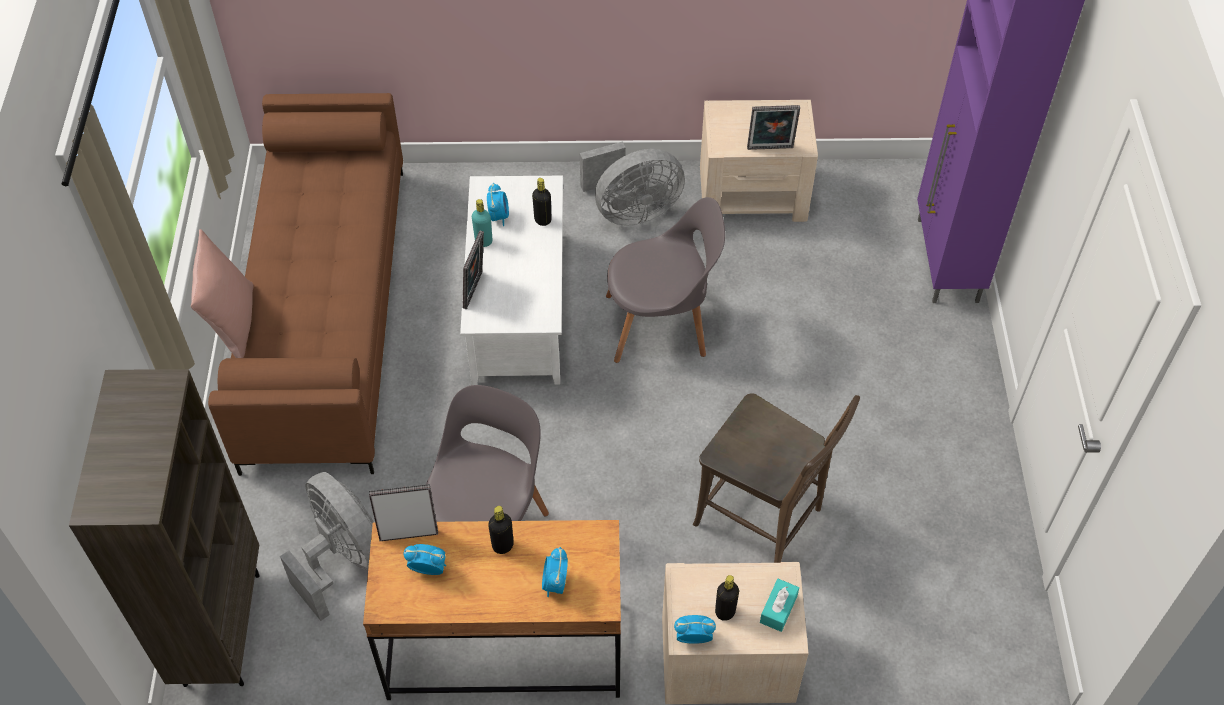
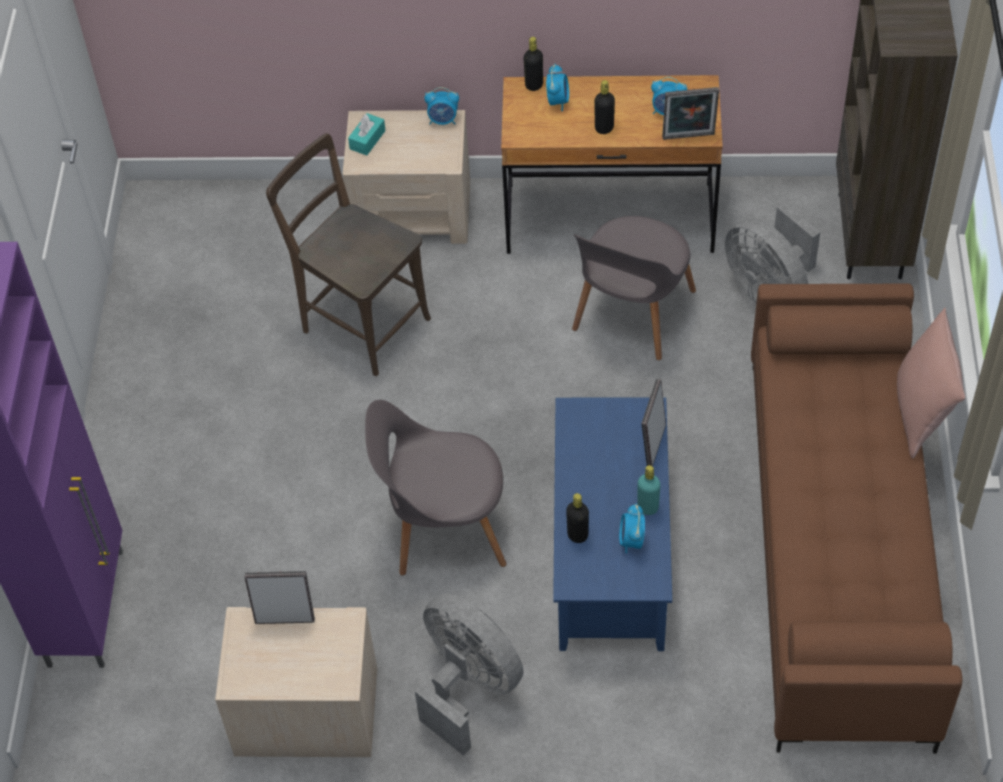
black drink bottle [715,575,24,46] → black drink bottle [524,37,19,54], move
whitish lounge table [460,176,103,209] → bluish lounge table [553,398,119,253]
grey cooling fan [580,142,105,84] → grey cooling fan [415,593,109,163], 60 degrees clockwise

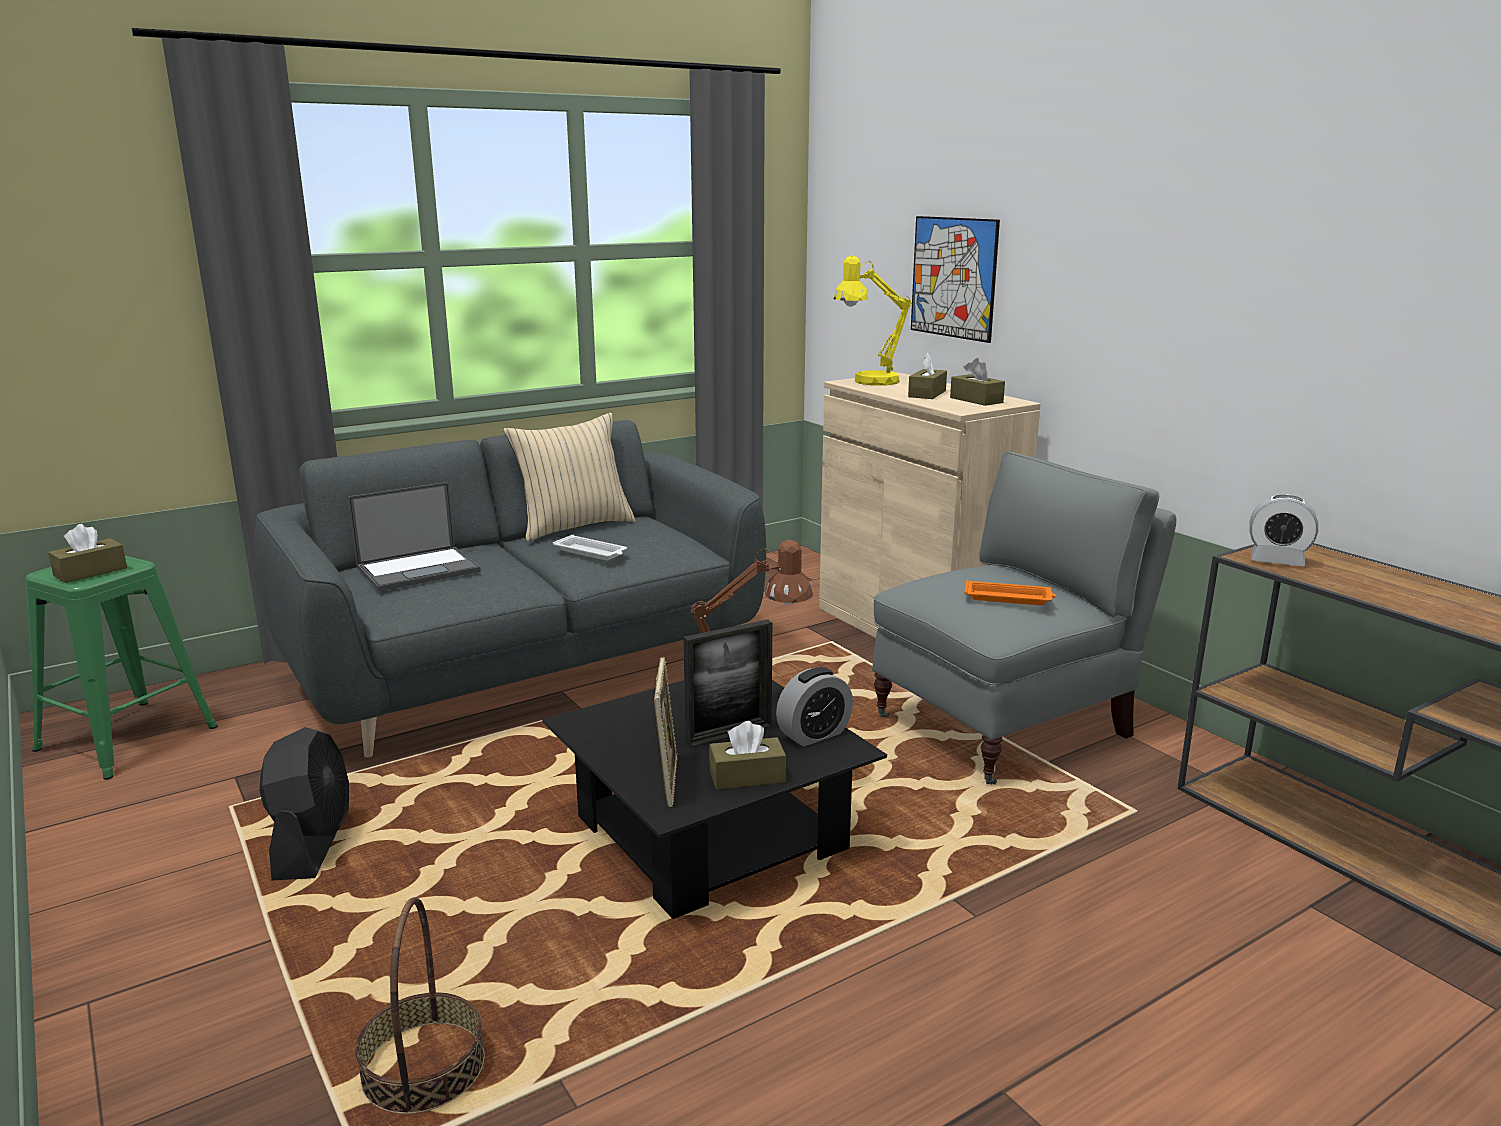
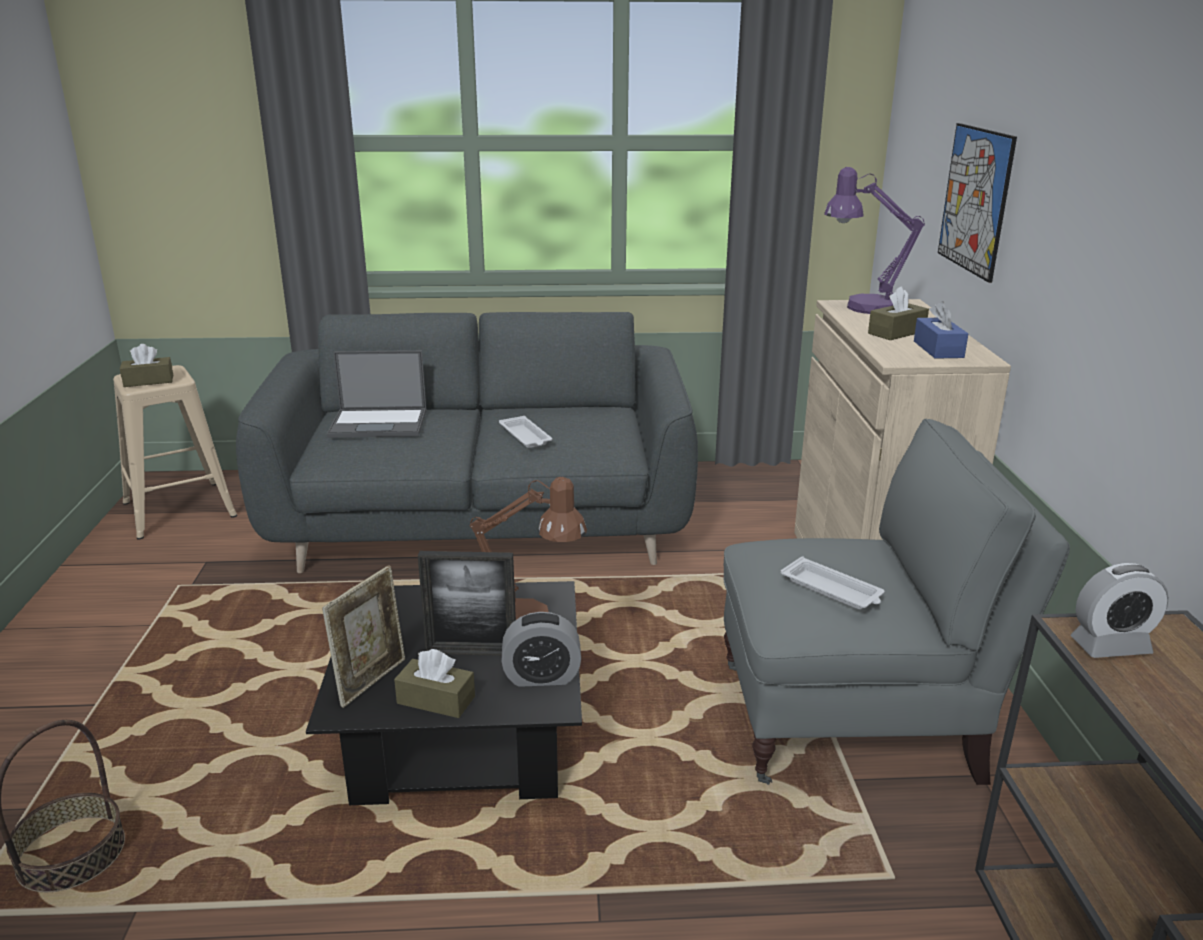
black cooling fan [259,727,90,153] → -
beige-coloured throw pillow [503,413,133,129] → -
green stool seat [25,556,193,224] → beige-coloured stool seat [113,365,124,174]
yellowish tabletop lamp [833,256,79,129] → purple-coloured tabletop lamp [824,167,101,147]
brownish box of tissues [950,358,55,48] → bluish box of tissues [914,301,54,58]
orangey carrying tray [964,580,92,25] → whitish carrying tray [781,556,104,53]
alarm clock [1249,495,69,72] → alarm clock [1070,563,99,95], 60 degrees counterclockwise

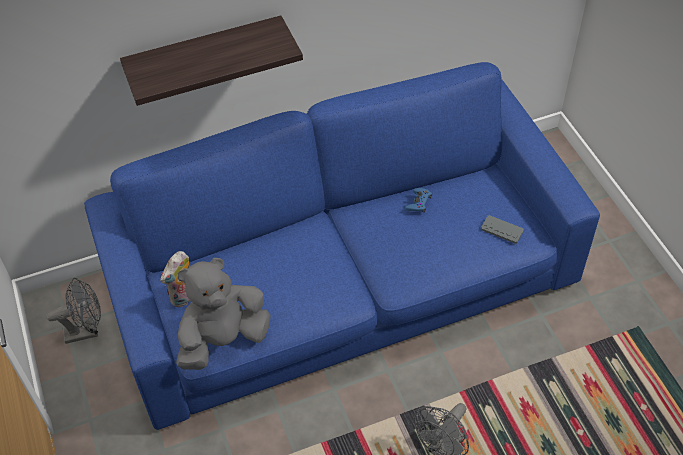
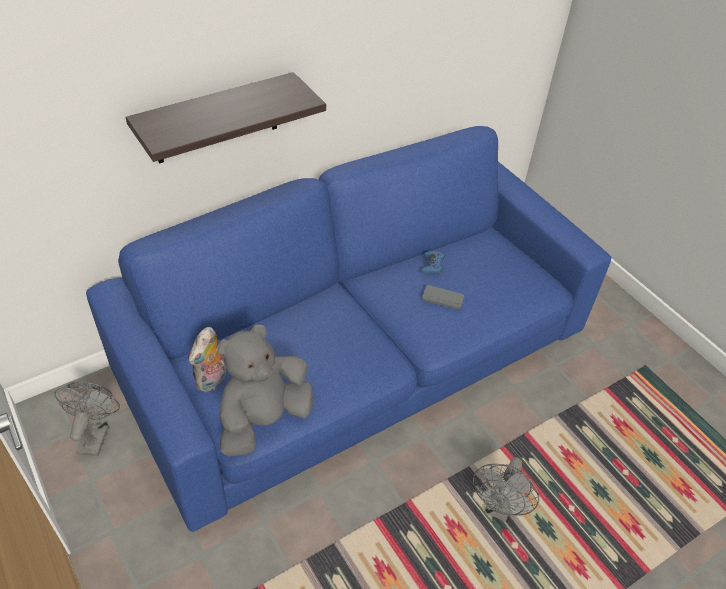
grey game controller [481,215,43,29] → grey game controller [422,285,42,25], move
grey cooling fan [46,278,55,66] → grey cooling fan [54,381,66,75], 60 degrees counterclockwise

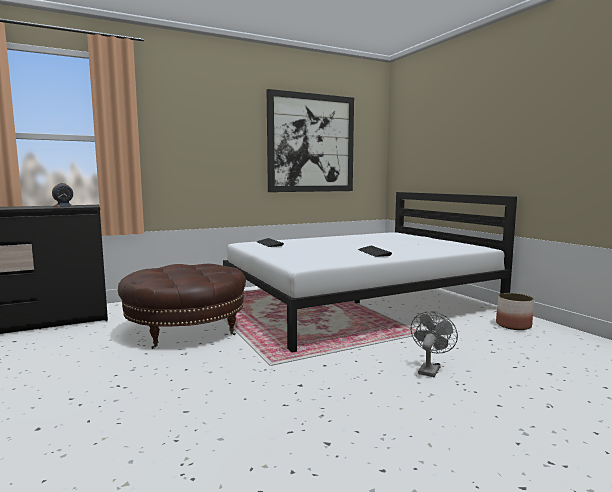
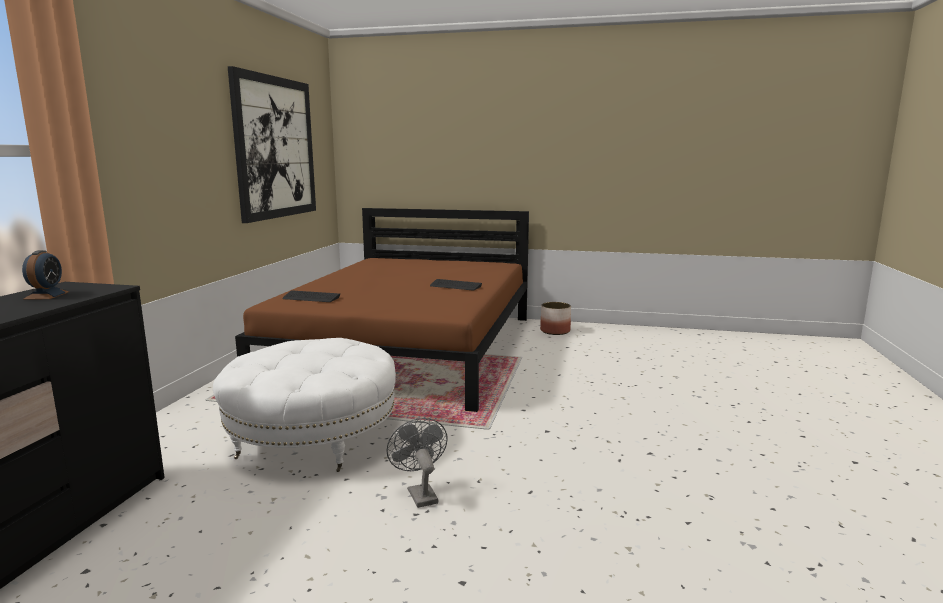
grey cooling fan [411,311,47,66] → grey cooling fan [386,418,62,90], move
brownish ottoman [118,264,128,85] → whitish ottoman [213,338,183,134]
whitish bedroom bed [223,192,294,161] → brownish bedroom bed [235,208,294,204]

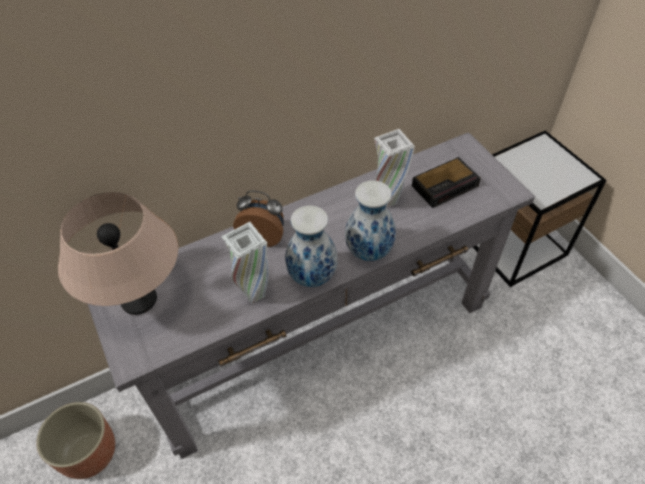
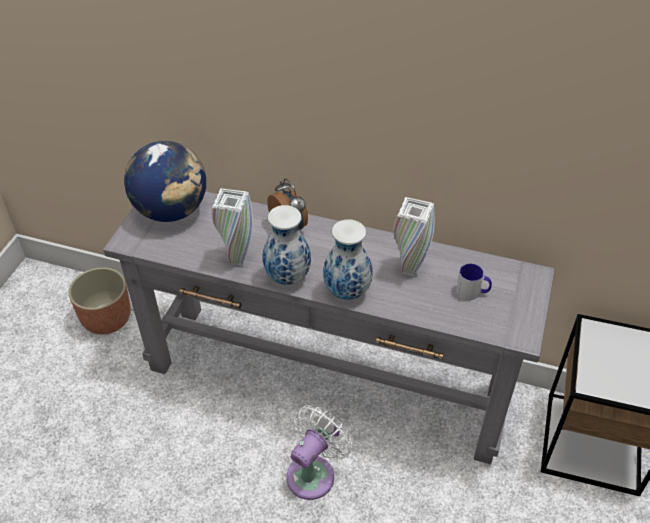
- → whitish cooling fan [286,405,66,95]
beige-coloured tabletop lamp [58,192,120,123] → globe [124,141,82,81]
alarm clock [412,157,69,51] → tea mug [456,264,36,36]

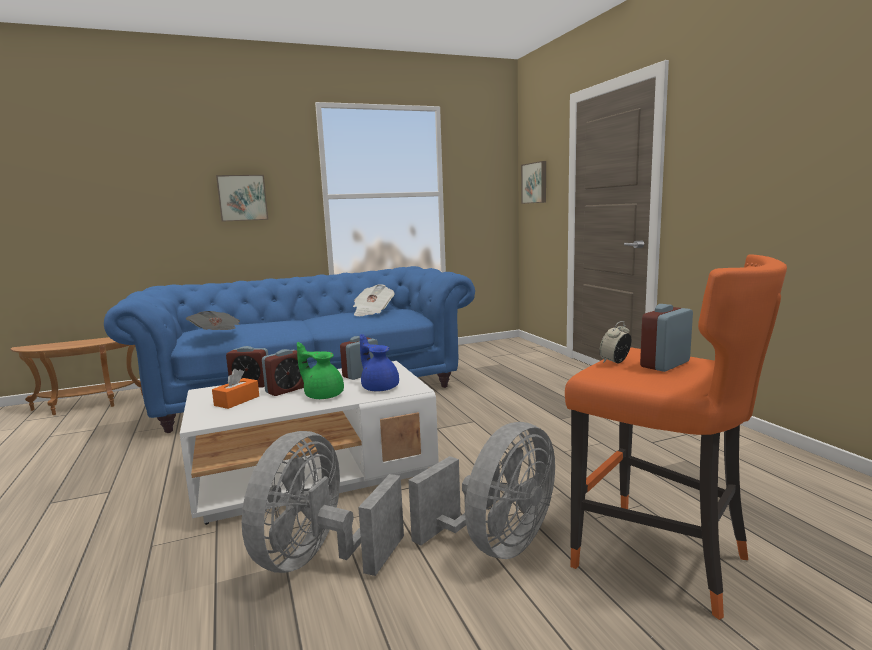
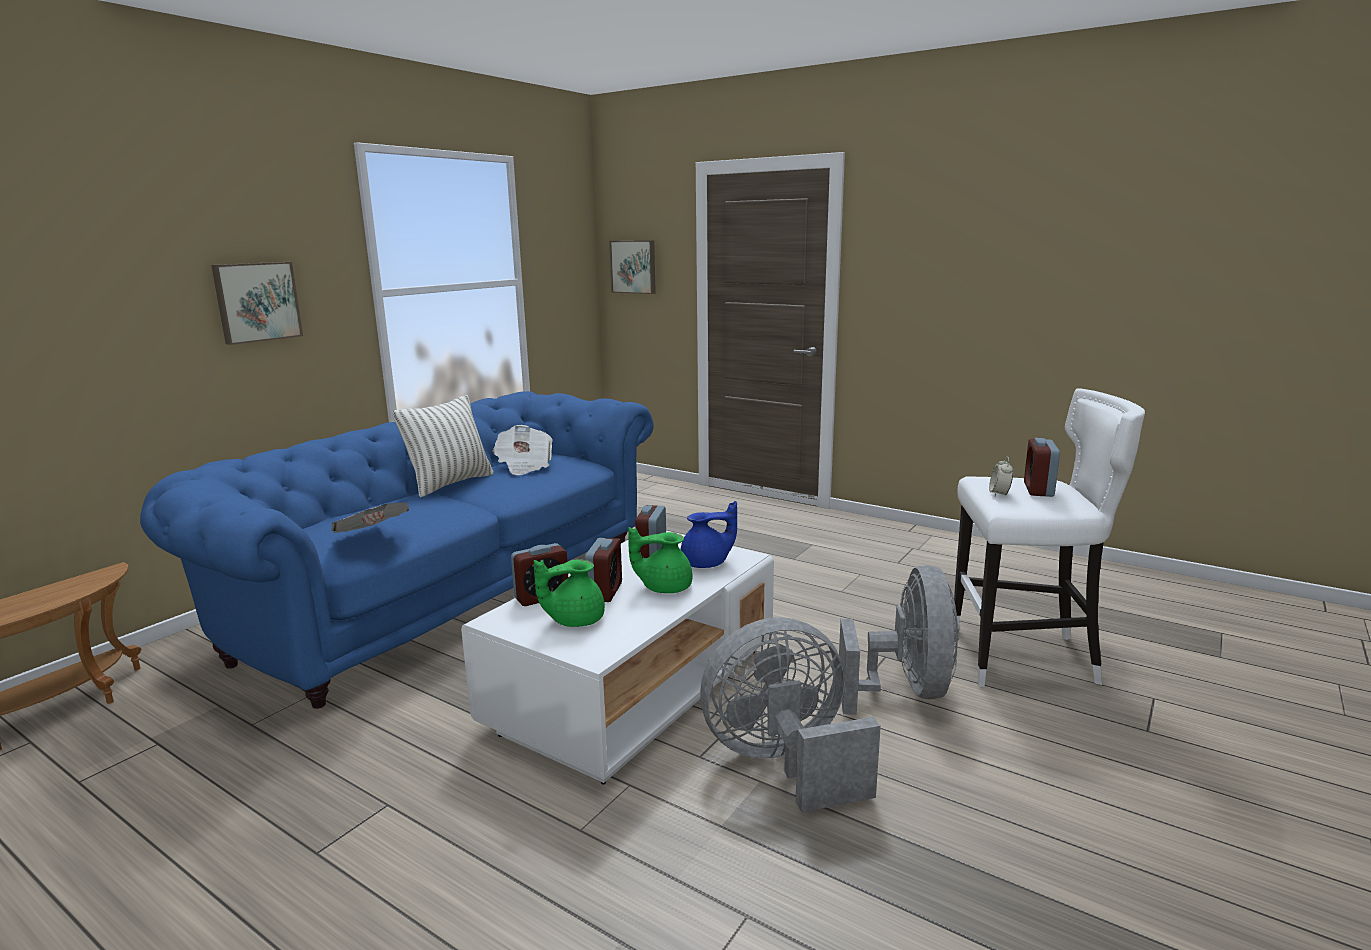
- → throw pillow [392,395,102,103]
orangey box of tissues [212,369,47,40] → green tea pot [534,559,71,68]
orangey stool seat [565,254,222,366] → whitish stool seat [953,388,192,299]
grey cooling fan [242,431,162,145] → grey cooling fan [700,617,181,195], 90 degrees clockwise
bluish tea pot [360,334,39,57] → bluish tea pot [681,501,56,67], 150 degrees clockwise

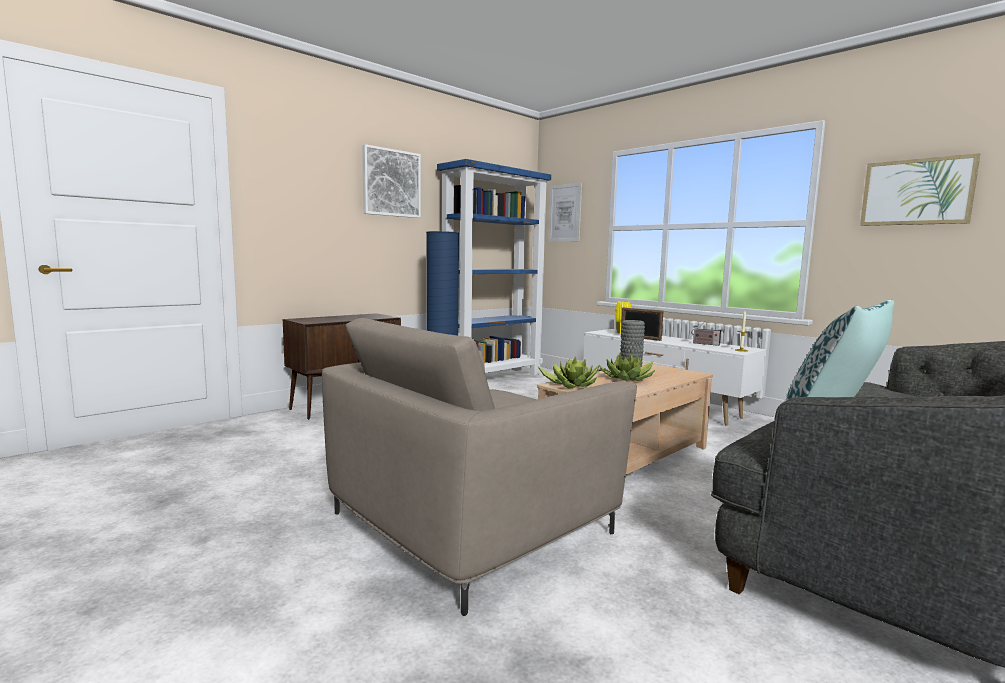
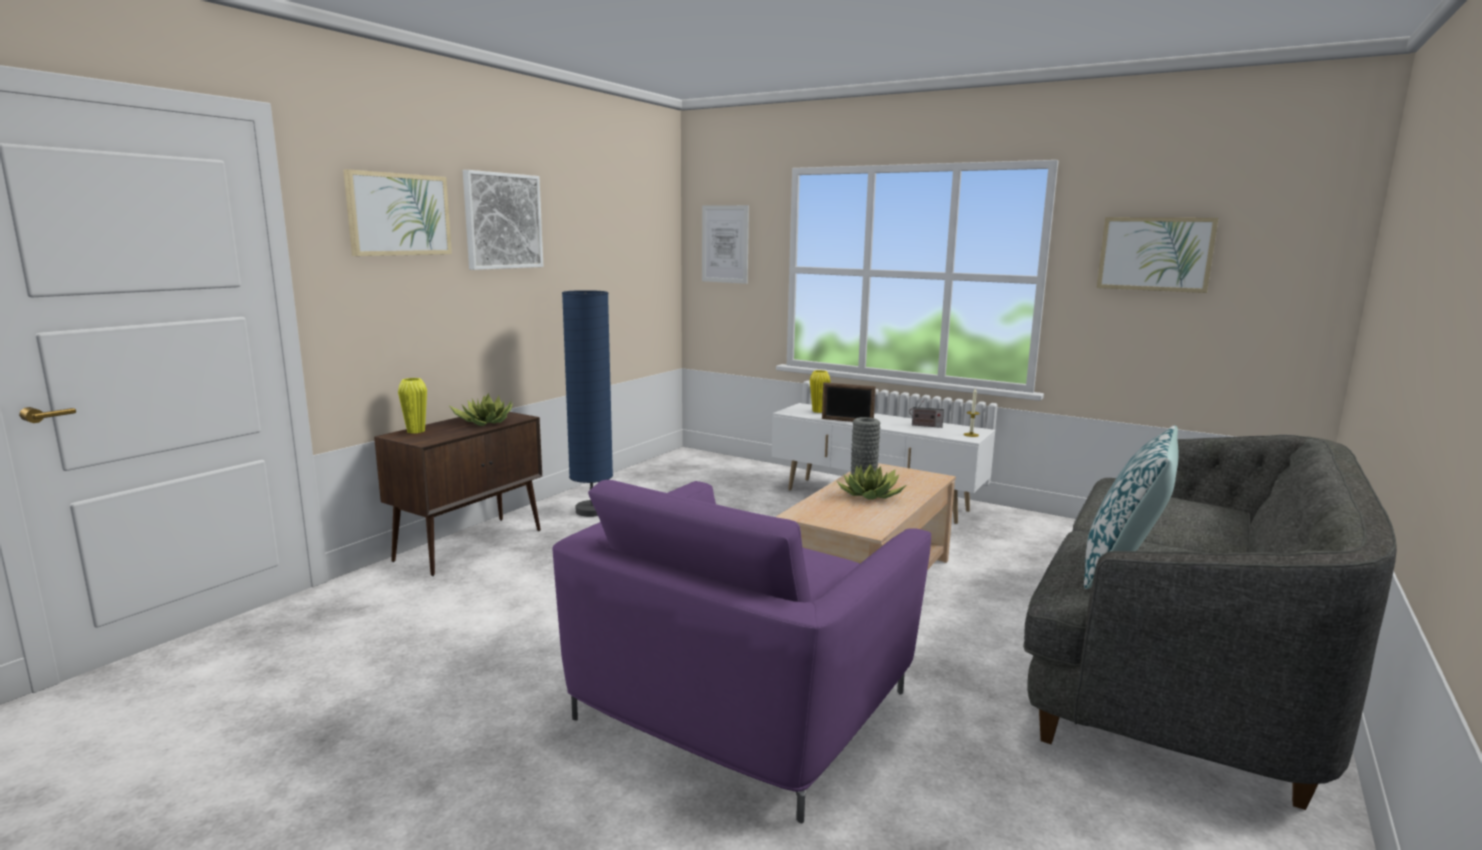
bluish bookshelf [437,159,114,216] → -
- → picture [343,169,109,87]
- → yellowish vase [398,378,29,56]
potted plant [538,356,62,32] → potted plant [450,393,63,33], move
beige-coloured easy chair [322,318,315,298] → purple-coloured easy chair [553,480,378,343]

